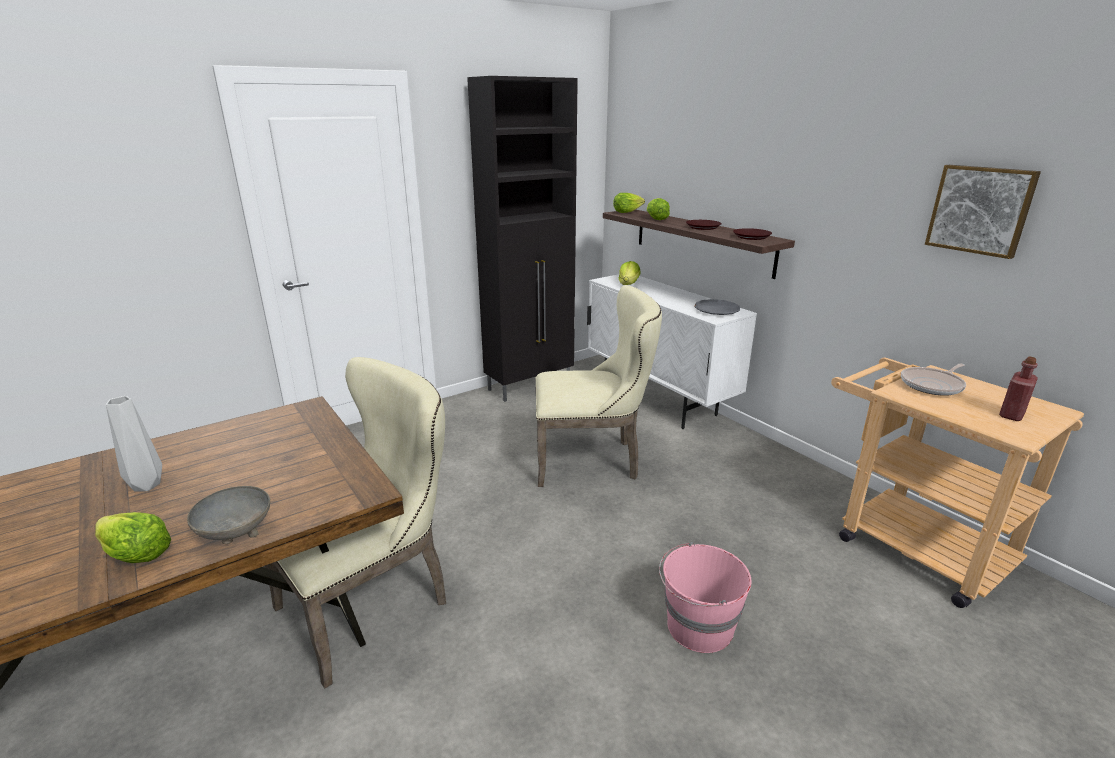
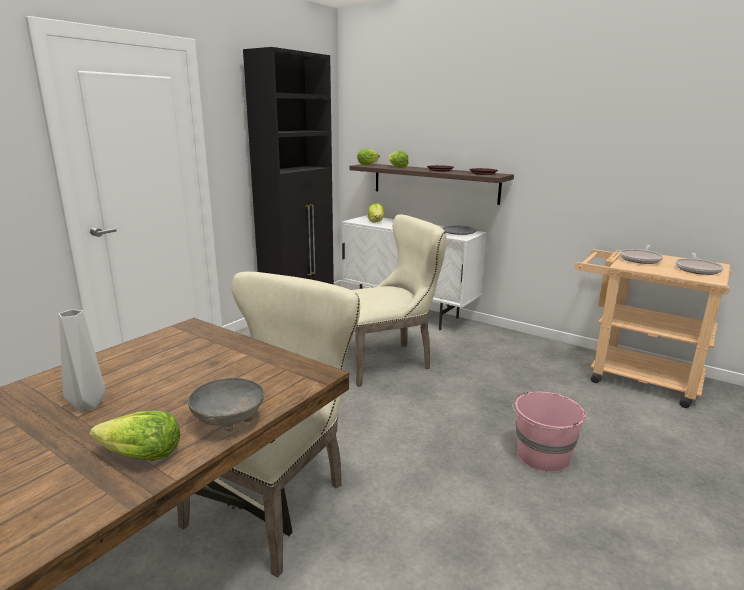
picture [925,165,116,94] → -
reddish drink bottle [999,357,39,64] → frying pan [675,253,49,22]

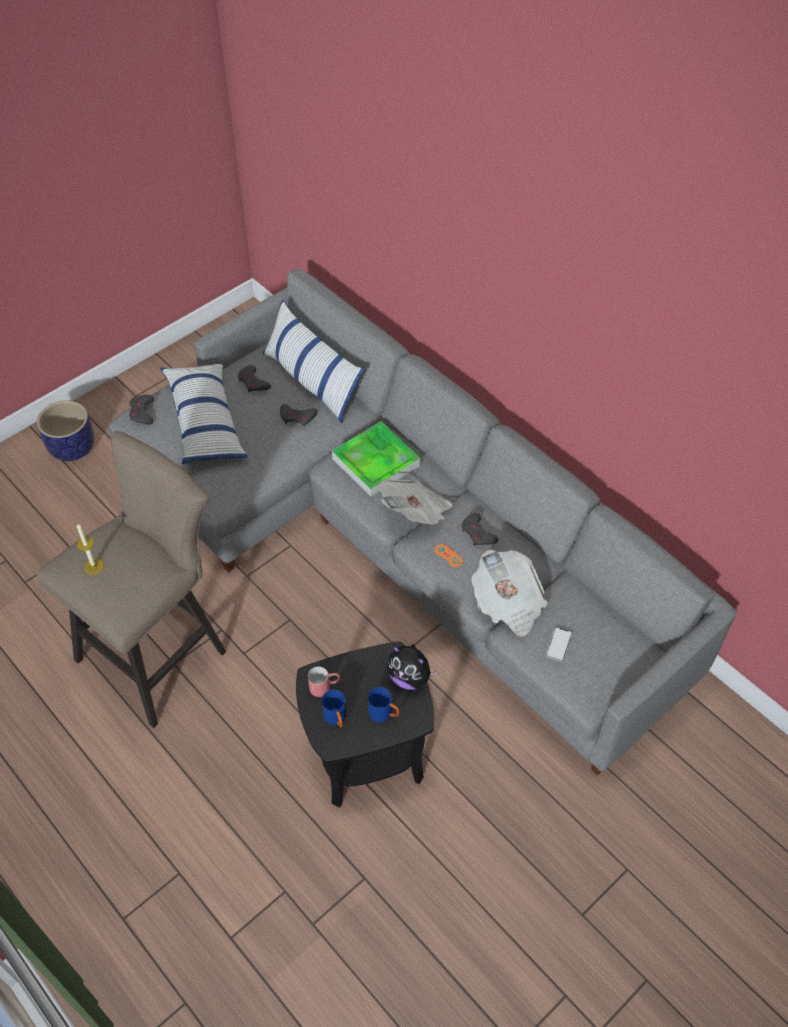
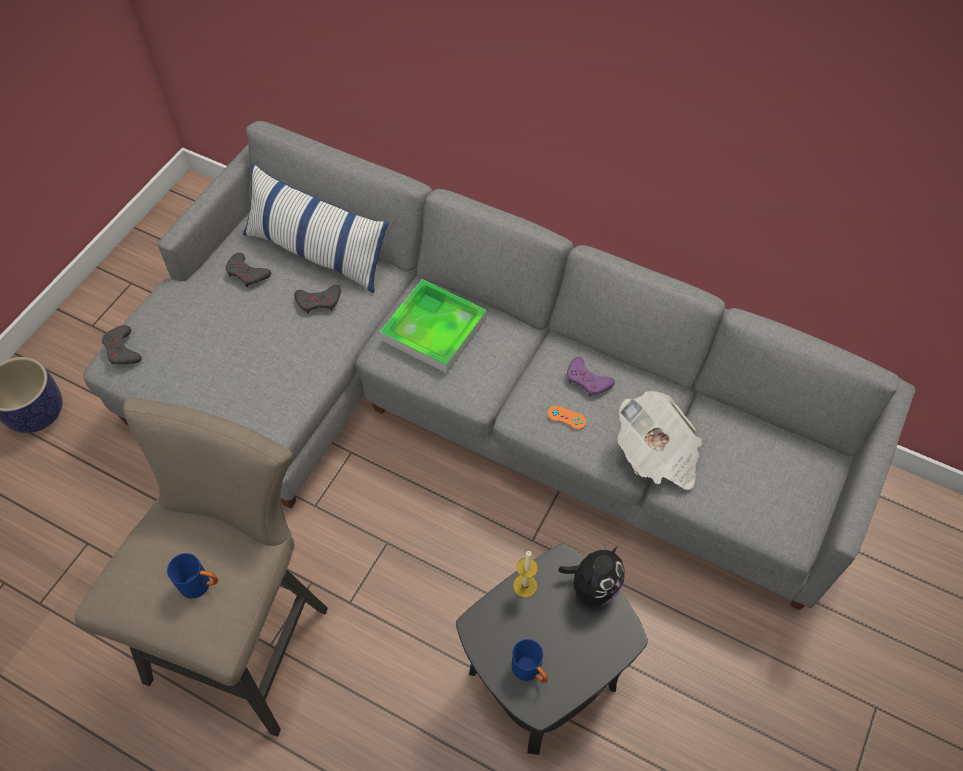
throw pillow [160,363,88,101] → -
reddish tea mug [308,666,32,31] → -
daily paper [378,479,75,46] → -
phone [546,627,27,35] → -
candle [77,524,27,51] → candle [513,551,25,47], move
bluish tea mug [368,687,32,35] → bluish tea mug [167,553,51,46], move
grey game controller [462,513,37,33] → purple-coloured game controller [567,357,48,40]
plush toy [387,644,51,46] → plush toy [558,546,67,60], 60 degrees counterclockwise

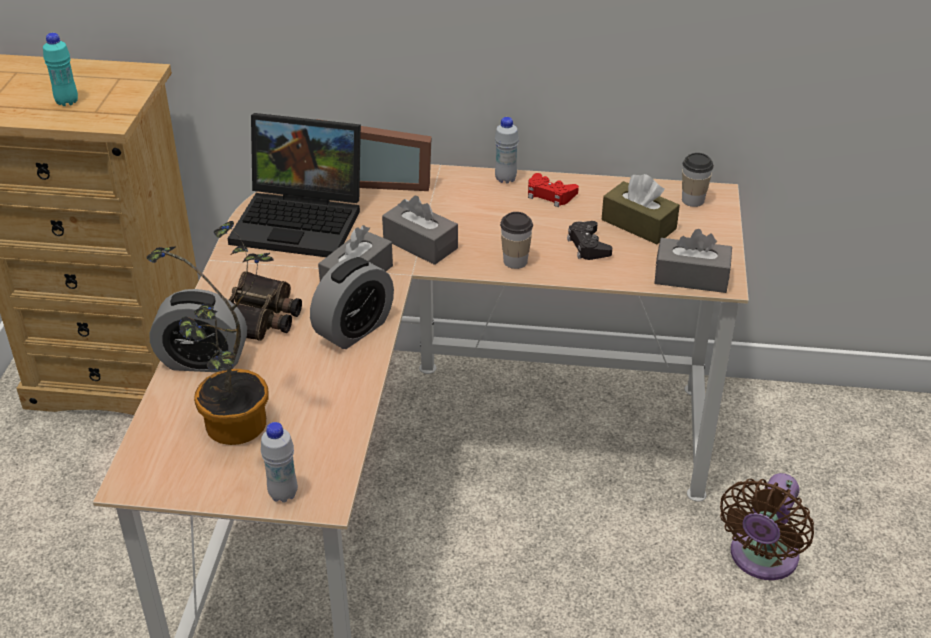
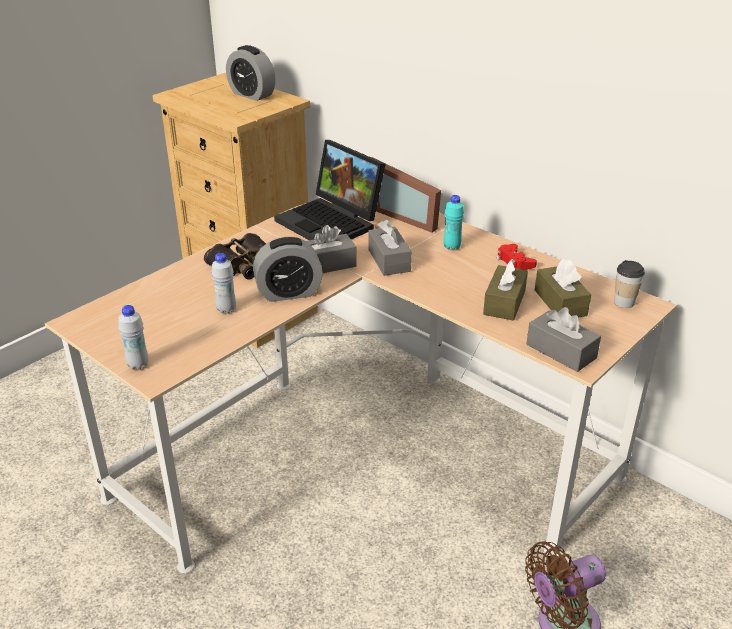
potted plant [146,221,128,224] → -
drinking cup [500,212,33,57] → -
turquoise drink bottle [43,33,35,73] → turquoise drink bottle [444,195,20,55], move
alarm clock [149,289,98,83] → alarm clock [226,45,49,56], move
whitish drink bottle [495,117,24,67] → whitish drink bottle [211,253,25,60], move
black game controller [567,221,45,39] → brownish box of tissues [483,259,45,62]

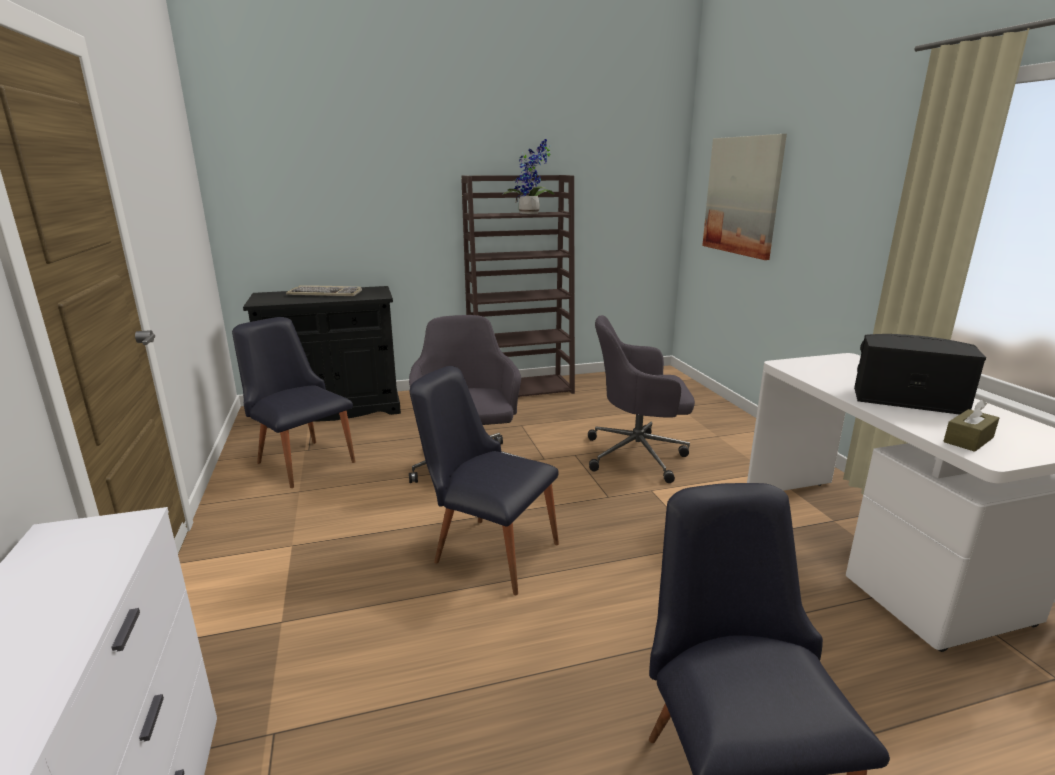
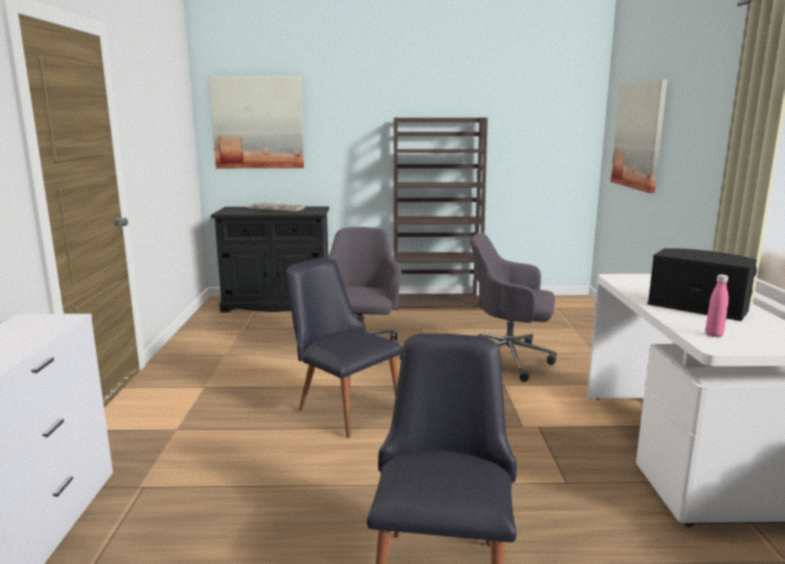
black upright chair [232,317,123,171] → -
potted plant [502,139,53,75] → -
- → picture [209,76,95,92]
brownish box of tissues [943,399,56,53] → pink-coloured drink bottle [705,274,23,63]

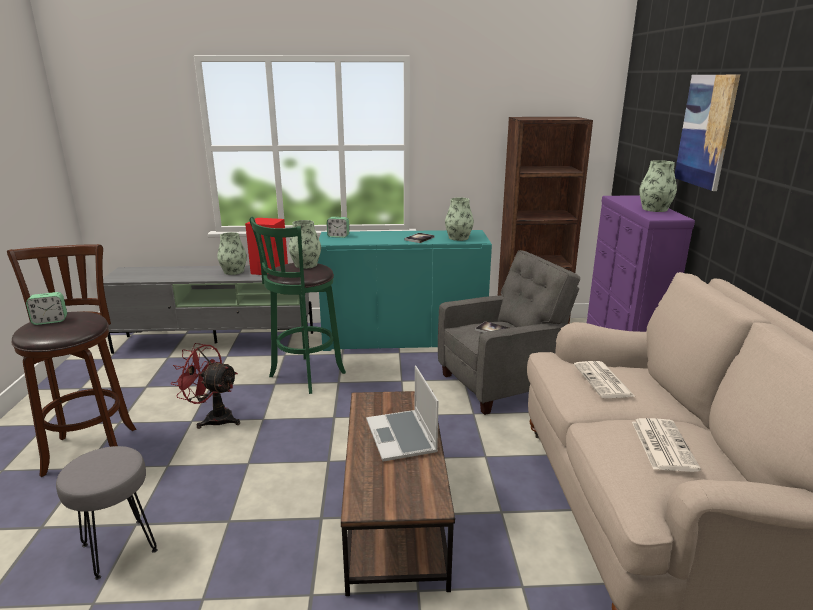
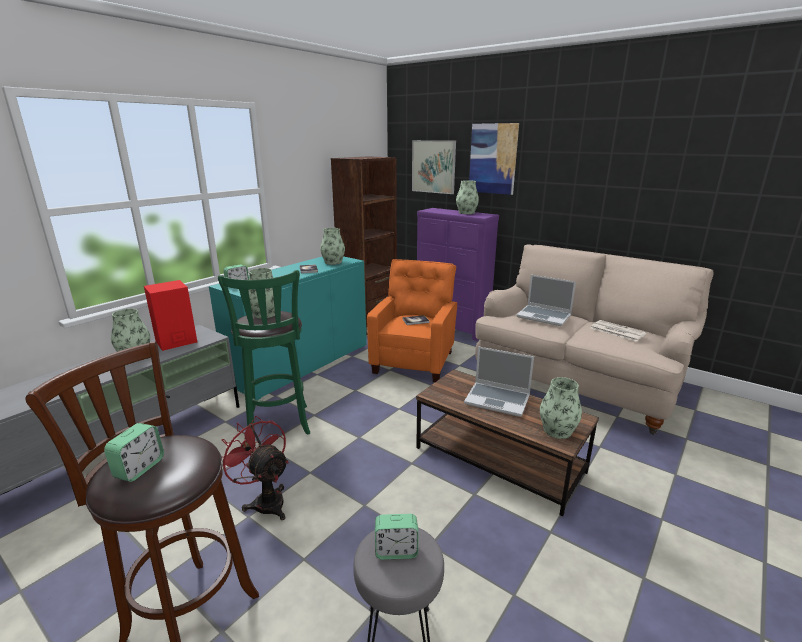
- → alarm clock [375,514,43,46]
- → picture [412,140,44,54]
- → vase [540,377,42,62]
daily paper [574,361,61,37] → notebook computer [516,275,60,51]
grey easy chair [438,250,142,165] → orangey easy chair [367,259,90,123]
reddish cooling fan [171,343,69,86] → reddish cooling fan [222,416,67,104], 75 degrees clockwise

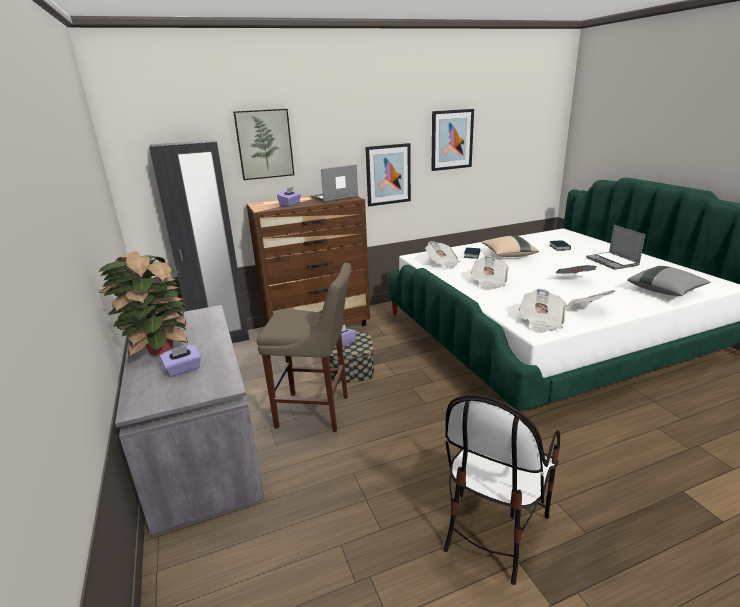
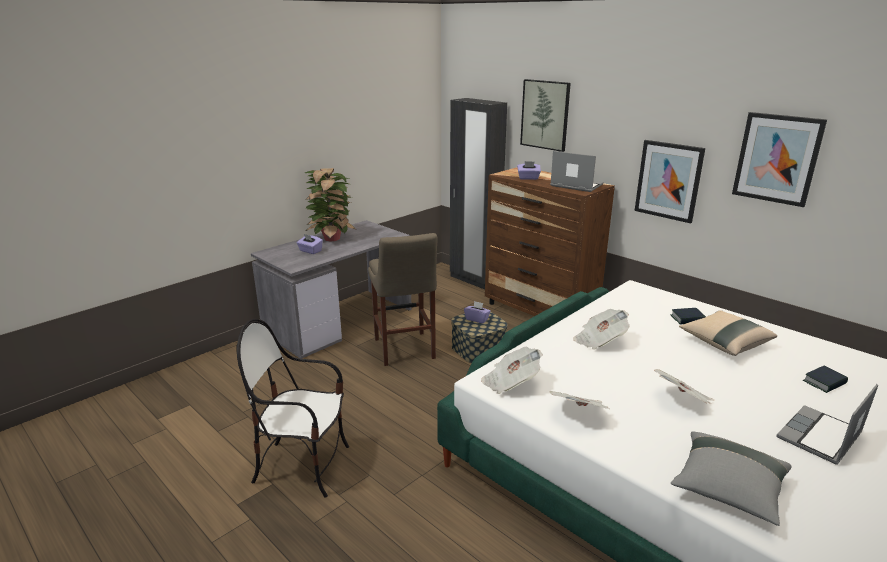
daily paper [425,241,35,28] → -

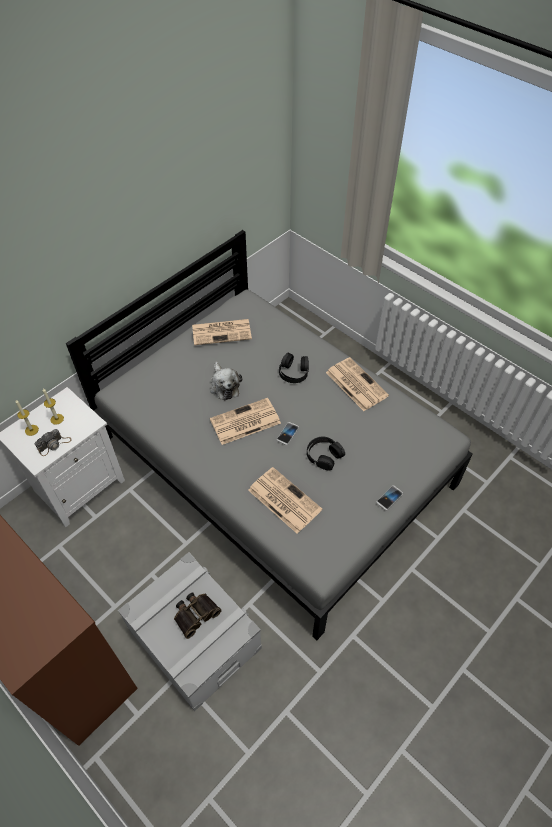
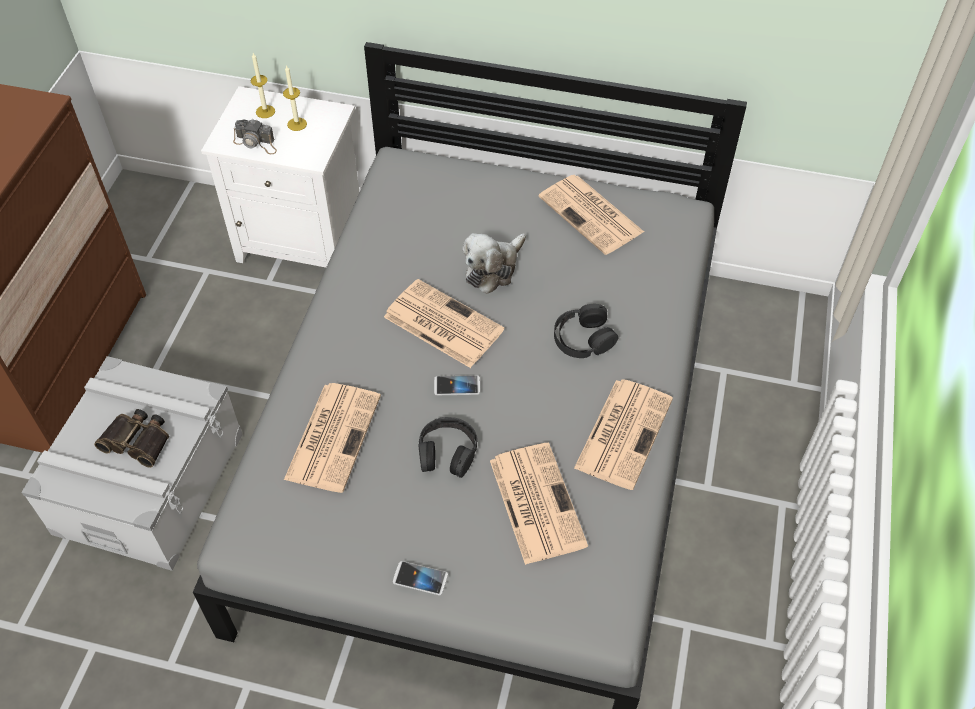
- → daily paper [490,443,98,122]

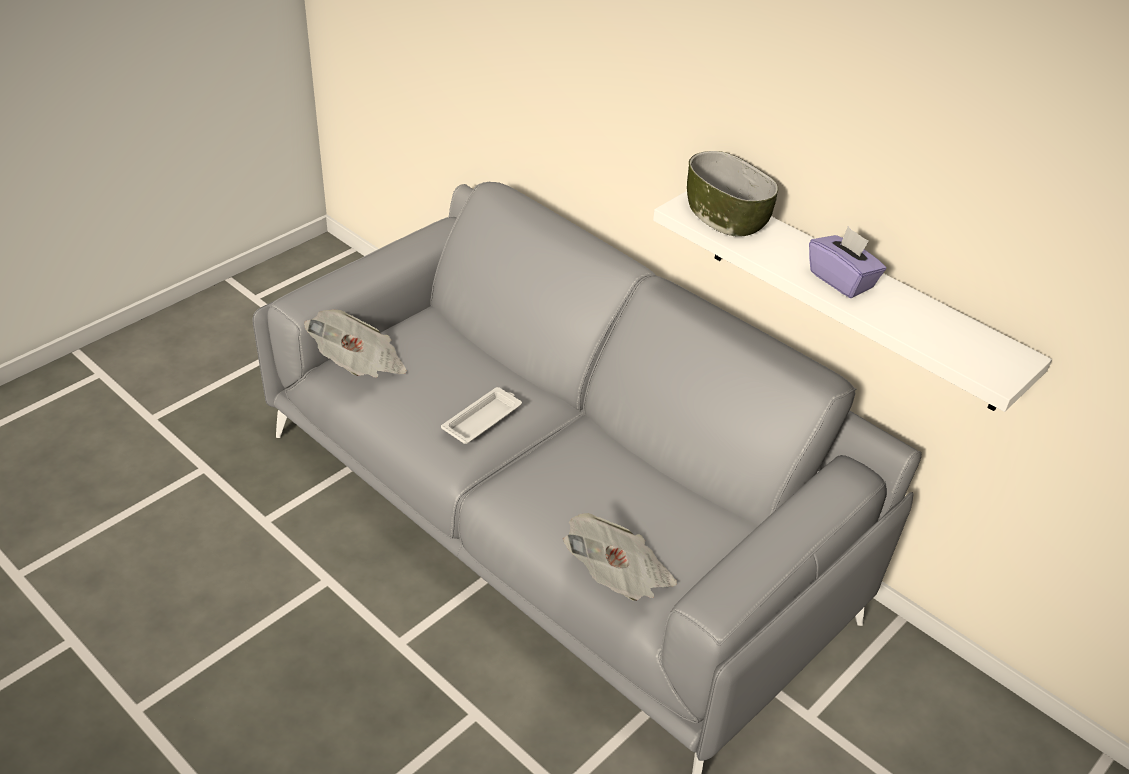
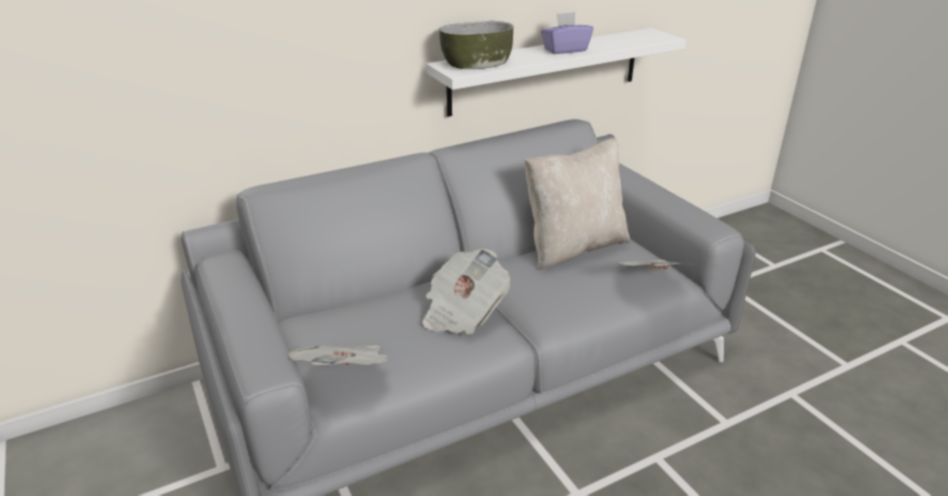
- → beige-coloured throw pillow [525,138,105,132]
whitish carrying tray [441,387,81,57] → daily paper [422,249,88,85]

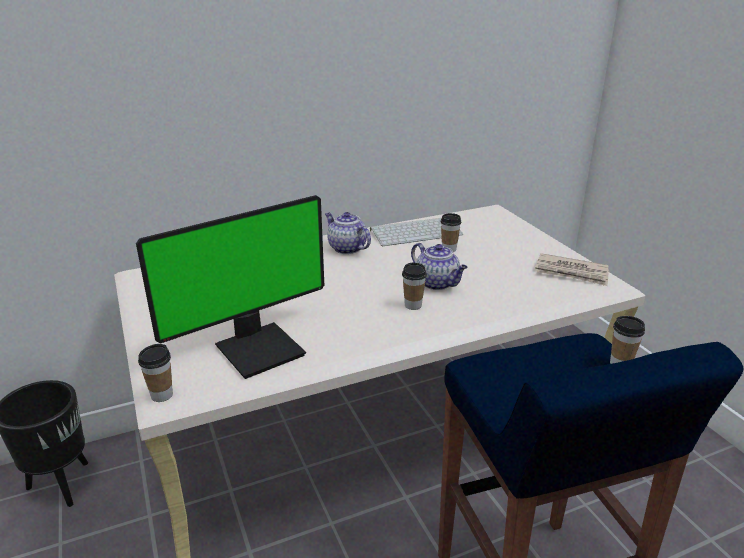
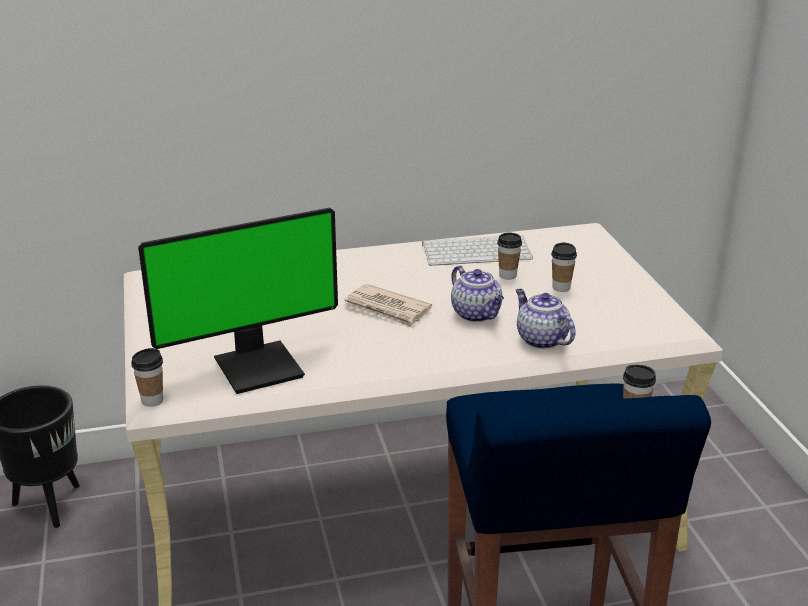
tea pot [325,212,46,42] → tea pot [516,289,60,60], move
drinking cup [402,262,25,48] → drinking cup [551,242,26,50], move
daily paper [535,253,74,33] → daily paper [344,284,88,44], move

